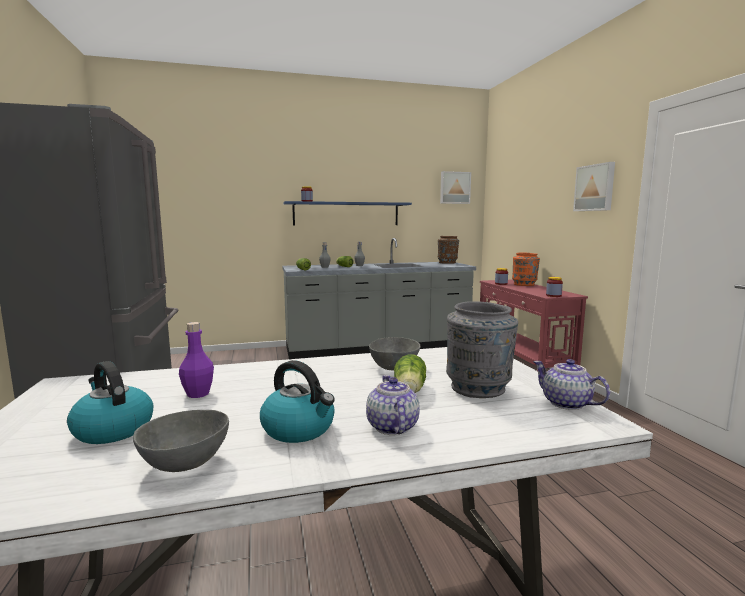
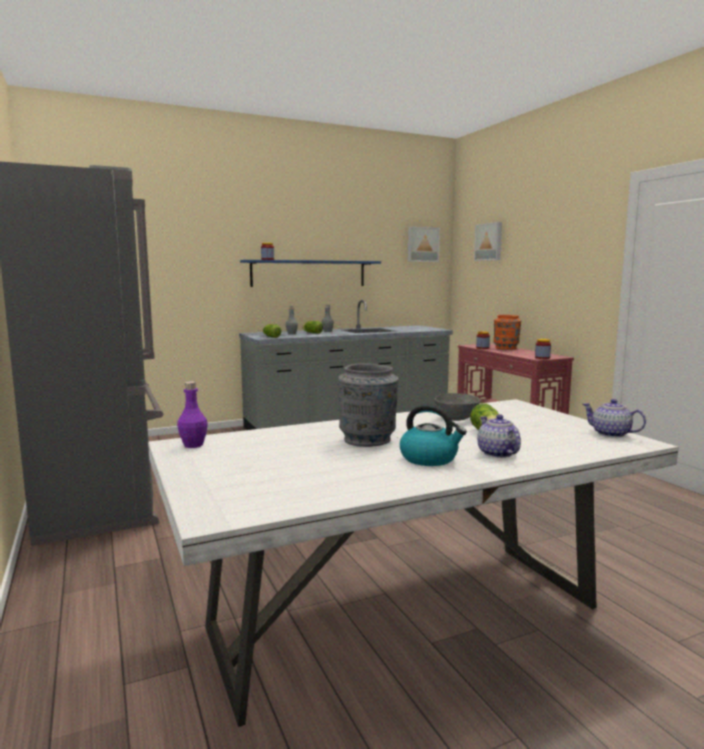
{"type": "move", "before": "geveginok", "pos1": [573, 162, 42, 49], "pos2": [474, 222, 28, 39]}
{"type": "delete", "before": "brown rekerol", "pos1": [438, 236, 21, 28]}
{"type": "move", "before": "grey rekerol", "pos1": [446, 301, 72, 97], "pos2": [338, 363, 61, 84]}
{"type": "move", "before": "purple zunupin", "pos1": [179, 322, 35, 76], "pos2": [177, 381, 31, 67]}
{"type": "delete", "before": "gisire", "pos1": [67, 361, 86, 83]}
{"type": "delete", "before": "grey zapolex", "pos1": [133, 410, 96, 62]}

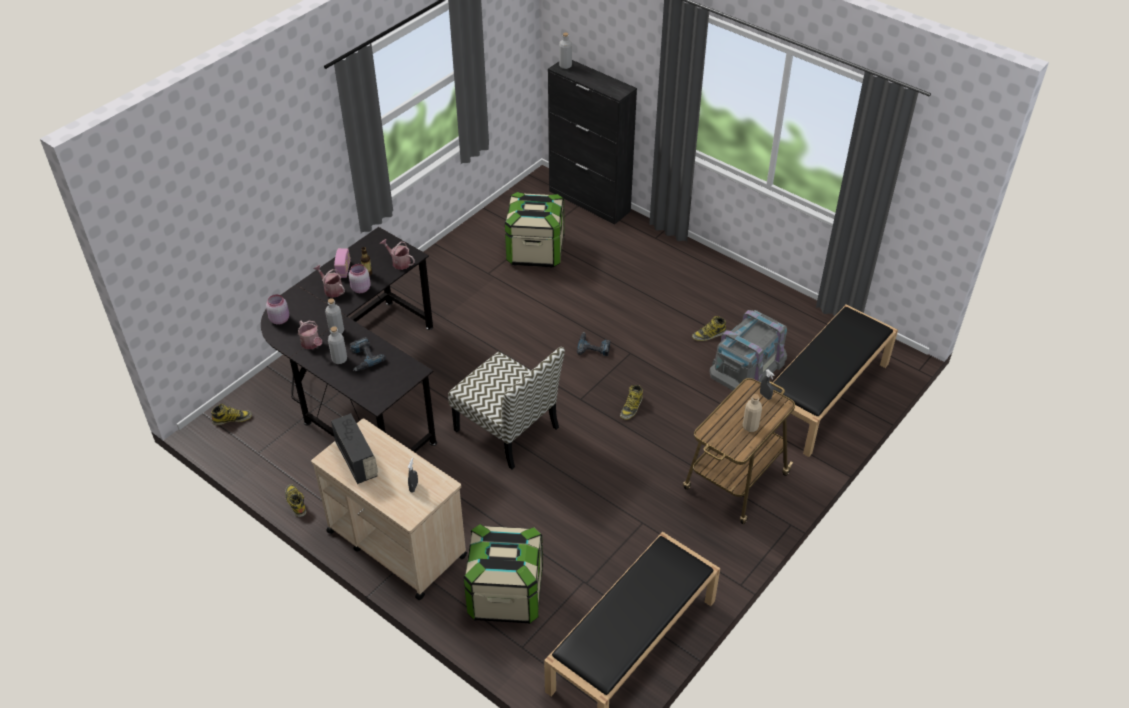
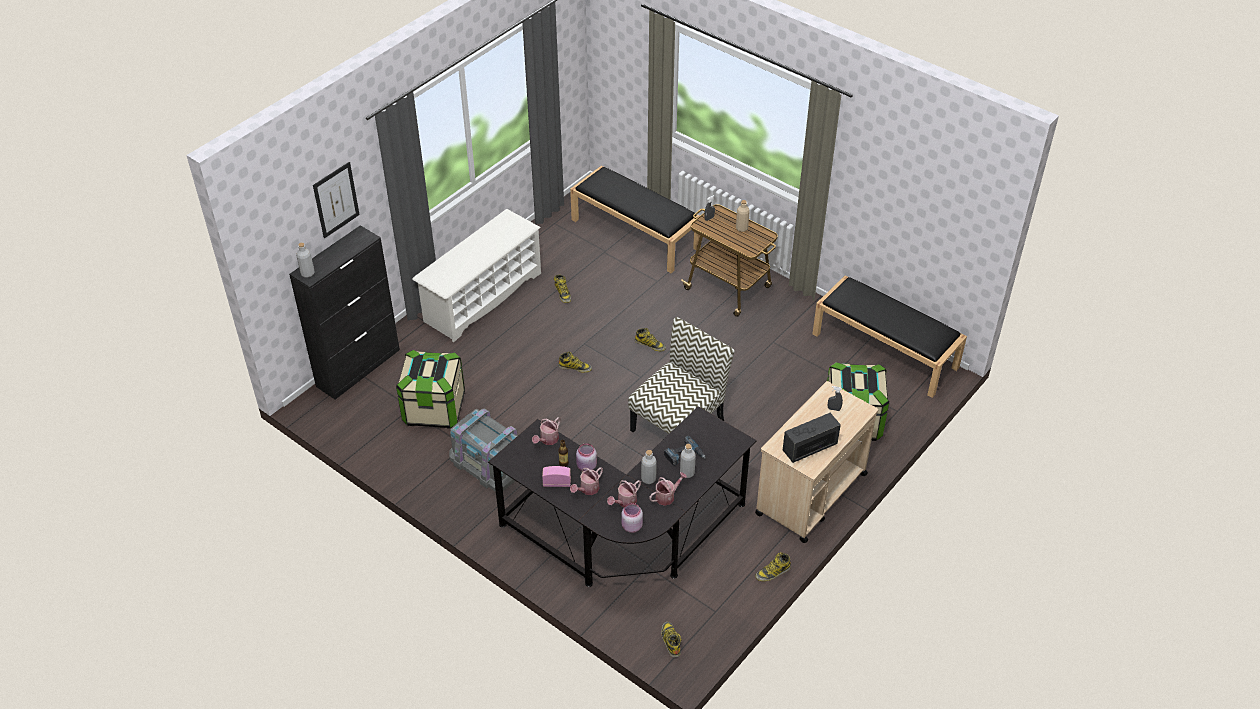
{"type": "move", "before": "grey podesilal", "pos1": [709, 310, 78, 86], "pos2": [449, 408, 68, 83]}
{"type": "replace", "before": "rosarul", "after": "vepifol", "pos1": [577, 332, 33, 24], "pos2": [558, 352, 34, 20]}
{"type": "insert", "after": "geveginok", "pos2": [313, 162, 47, 76]}
{"type": "insert", "after": "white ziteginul", "pos2": [412, 209, 129, 133]}
{"type": "insert", "after": "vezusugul", "pos2": [607, 480, 34, 27]}

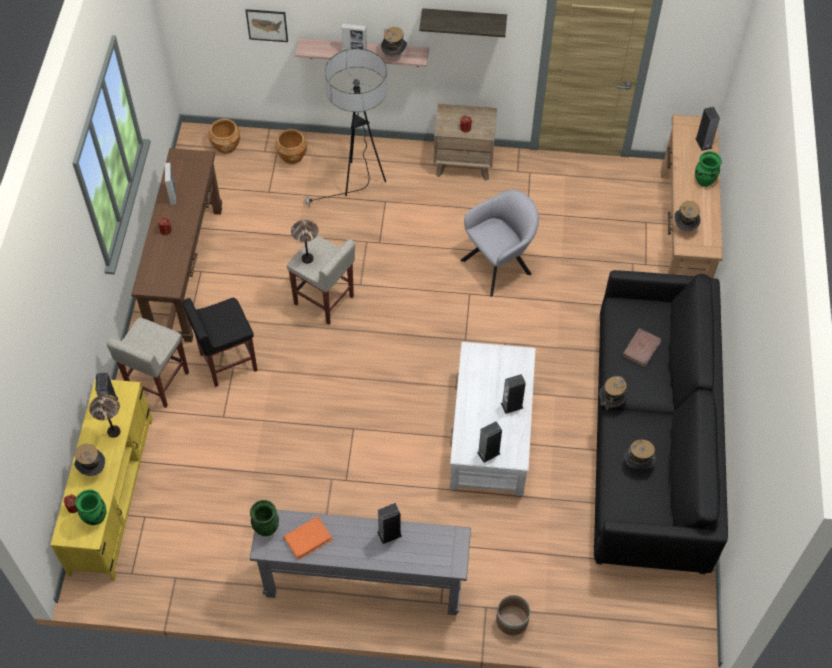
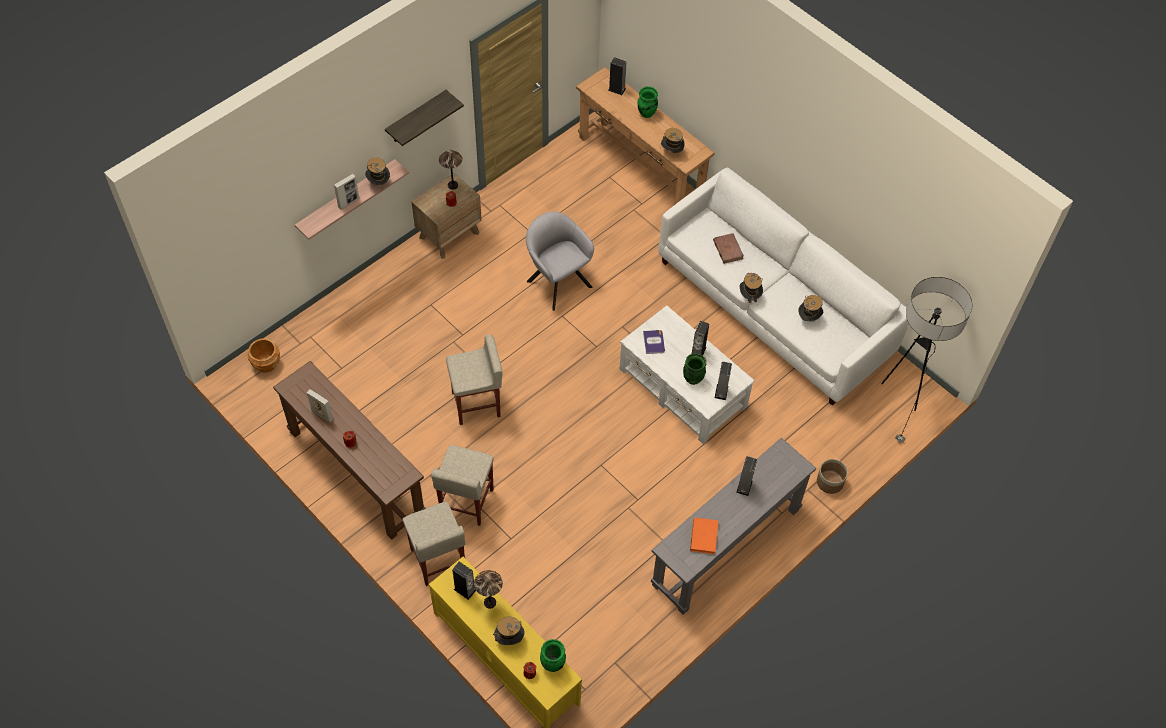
{"type": "delete", "before": "geveginok", "pos1": [246, 9, 42, 33]}
{"type": "move", "before": "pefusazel", "pos1": [303, 49, 84, 158], "pos2": [881, 277, 91, 165]}
{"type": "delete", "before": "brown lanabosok", "pos1": [275, 129, 32, 35]}
{"type": "rotate", "before": "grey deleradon", "pos1": [461, 190, 78, 107], "pos2": [526, 212, 68, 99], "turn": -45}
{"type": "move", "before": "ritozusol", "pos1": [291, 220, 27, 44], "pos2": [439, 150, 23, 40]}
{"type": "recolor", "before": "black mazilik", "after": "white mazilik", "pos1": [594, 270, 134, 304], "pos2": [658, 168, 251, 238]}
{"type": "recolor", "before": "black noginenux", "after": "beige noginenux", "pos1": [183, 298, 75, 89], "pos2": [431, 445, 63, 81]}
{"type": "move", "before": "green rekerol", "pos1": [250, 500, 29, 36], "pos2": [683, 353, 23, 32]}
{"type": "insert", "after": "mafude", "pos2": [643, 330, 22, 24]}

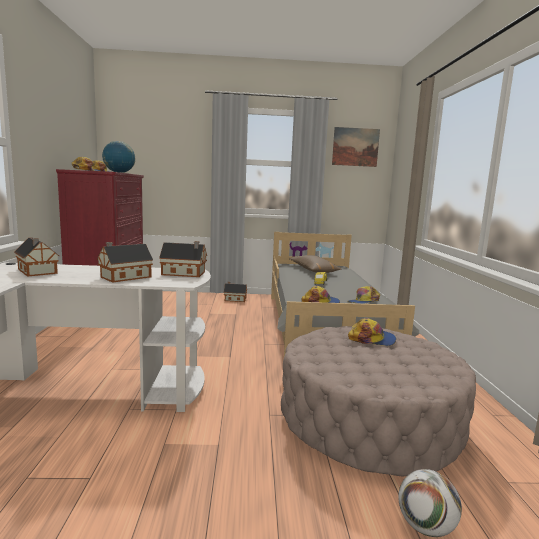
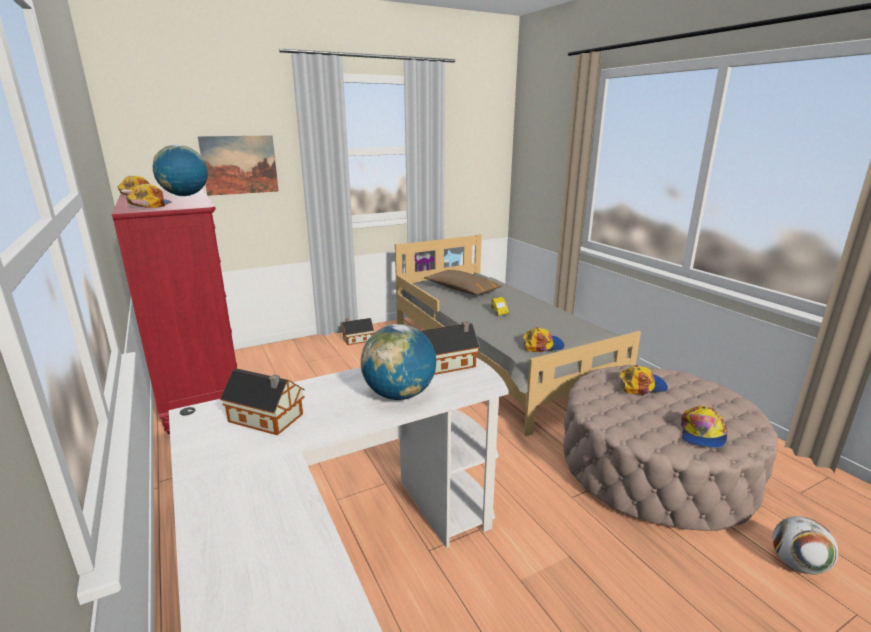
{"type": "move", "before": "geveginok", "pos1": [332, 127, 48, 40], "pos2": [198, 135, 81, 61]}
{"type": "replace", "before": "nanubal", "after": "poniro", "pos1": [97, 242, 56, 41], "pos2": [361, 324, 75, 76]}
{"type": "move", "before": "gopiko", "pos1": [347, 286, 33, 18], "pos2": [681, 406, 47, 42]}

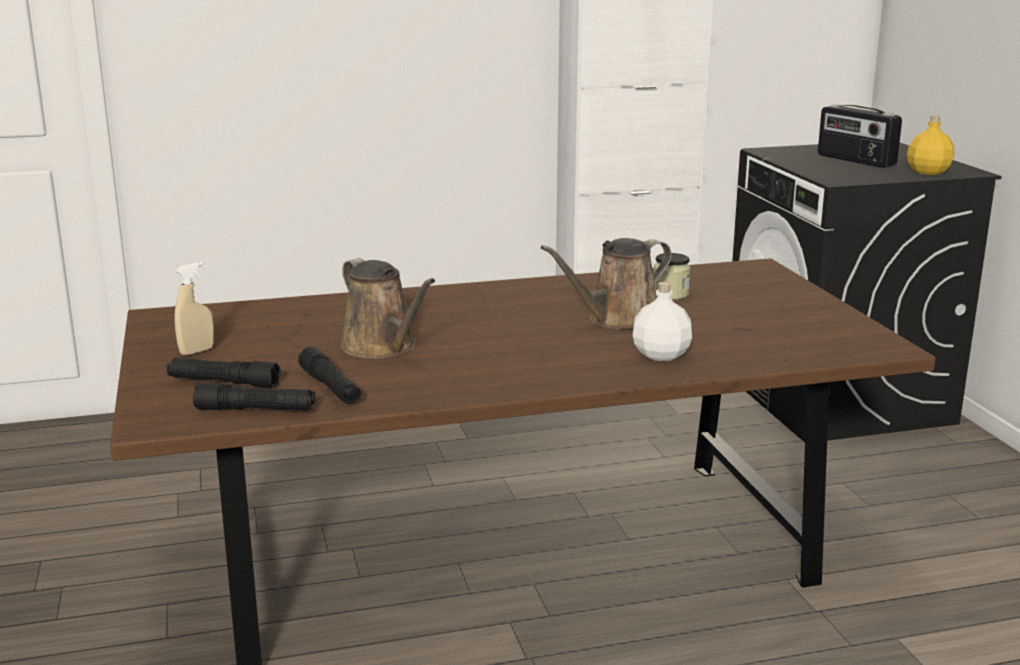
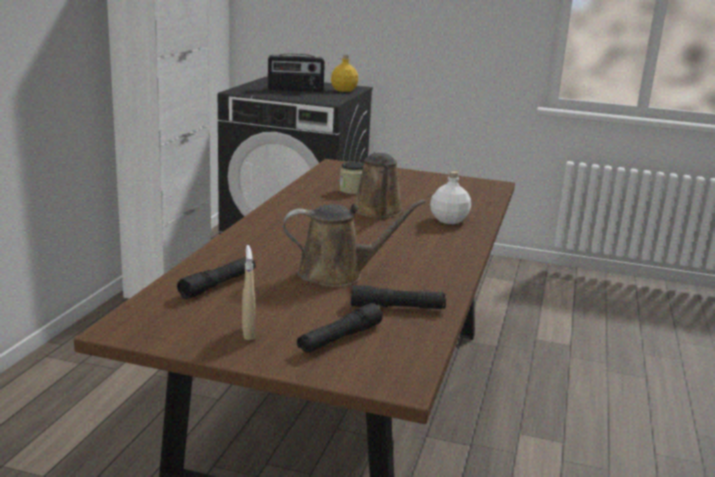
{"type": "move", "before": "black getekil", "pos1": [193, 383, 123, 28], "pos2": [177, 257, 79, 42]}

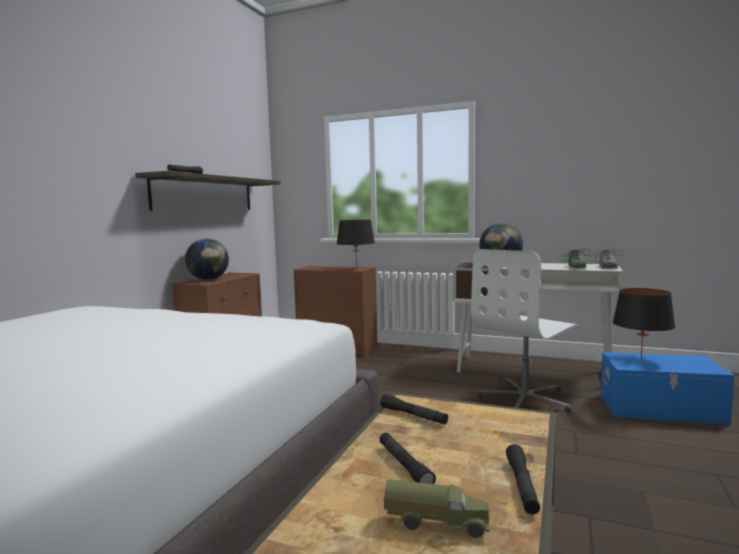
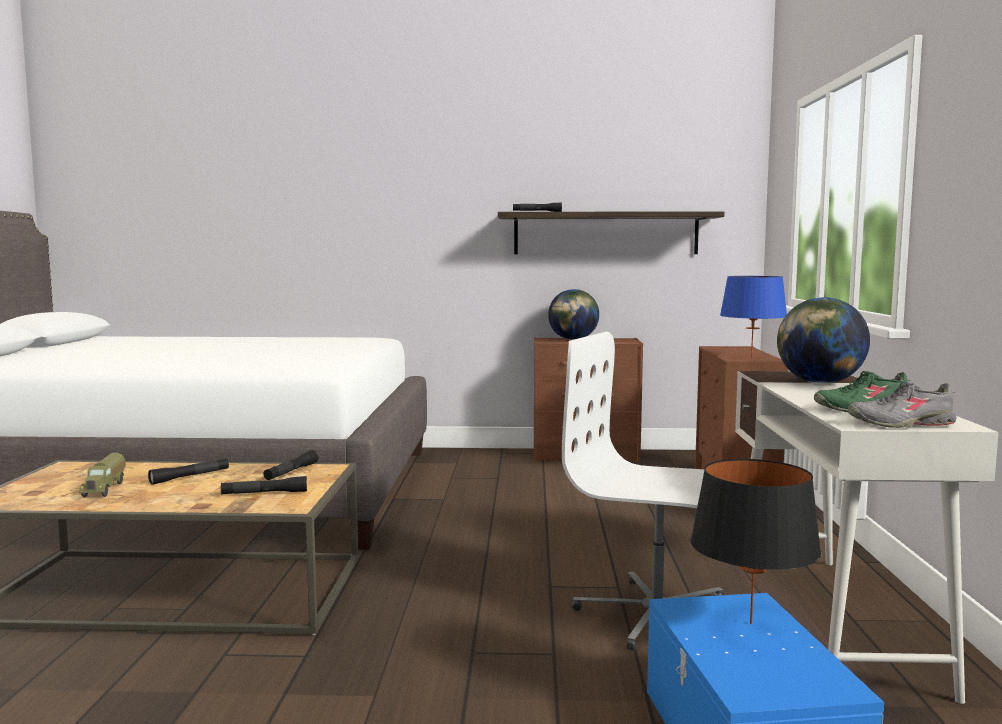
{"type": "recolor", "before": "black ritozusol", "after": "blue ritozusol", "pos1": [337, 220, 38, 49], "pos2": [720, 276, 67, 82]}
{"type": "move", "before": "black getekil", "pos1": [506, 444, 34, 71], "pos2": [221, 476, 86, 18]}

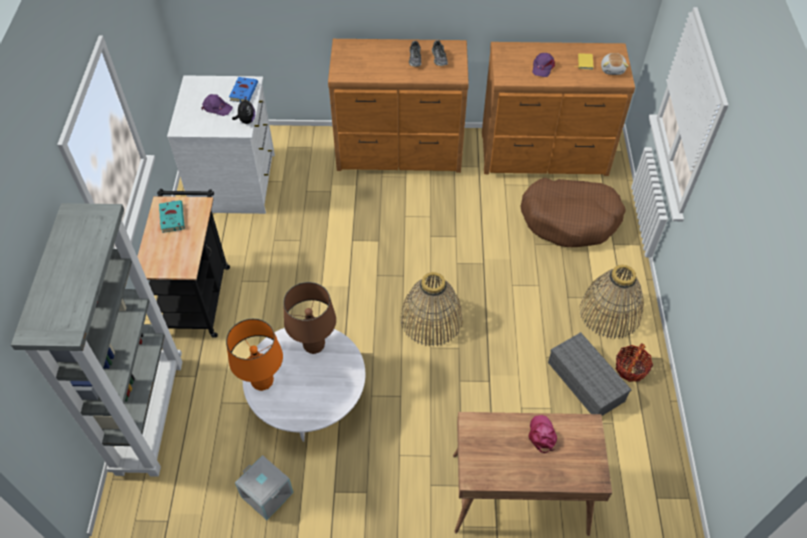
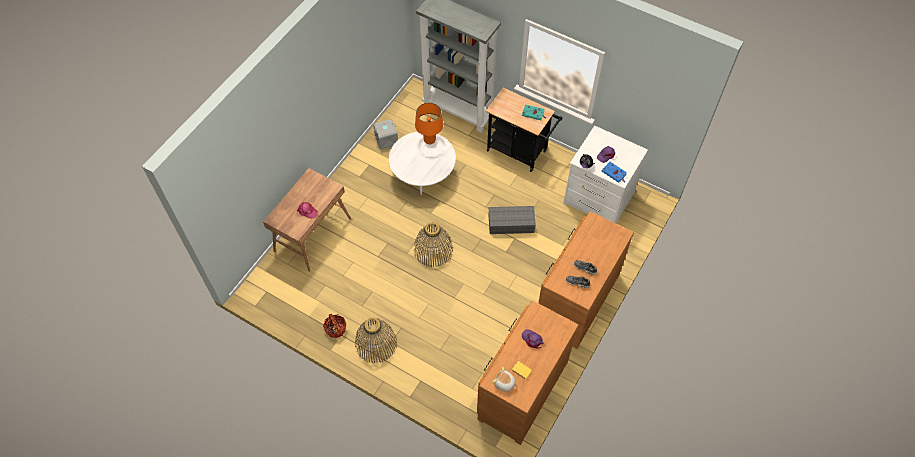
{"type": "delete", "before": "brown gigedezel", "pos1": [520, 178, 106, 69]}
{"type": "delete", "before": "brown ritozusol", "pos1": [283, 282, 53, 72]}
{"type": "move", "before": "grey podesilal", "pos1": [548, 332, 84, 84], "pos2": [489, 206, 47, 28]}

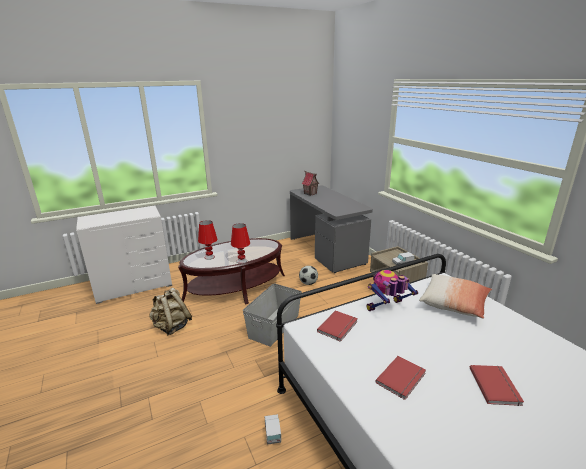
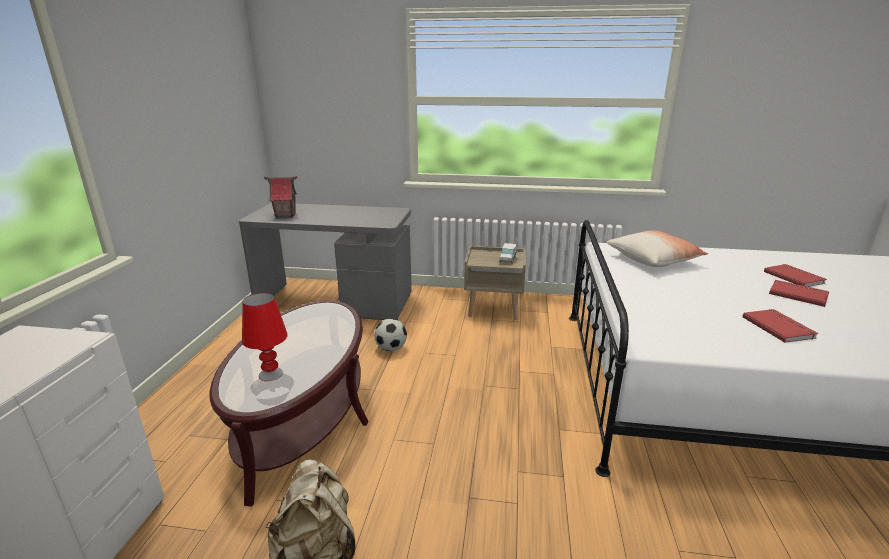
{"type": "delete", "before": "red ritozusol", "pos1": [231, 223, 19, 41]}
{"type": "delete", "before": "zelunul", "pos1": [367, 270, 51, 41]}
{"type": "delete", "before": "grey podesilal", "pos1": [243, 283, 59, 64]}
{"type": "move", "before": "red mafude", "pos1": [317, 310, 41, 32], "pos2": [764, 264, 63, 23]}
{"type": "delete", "before": "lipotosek", "pos1": [265, 414, 16, 31]}

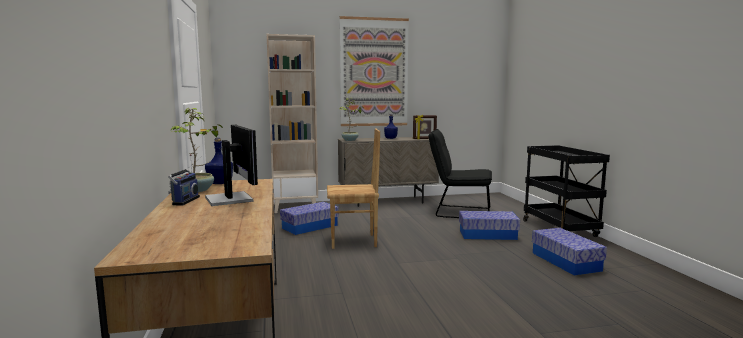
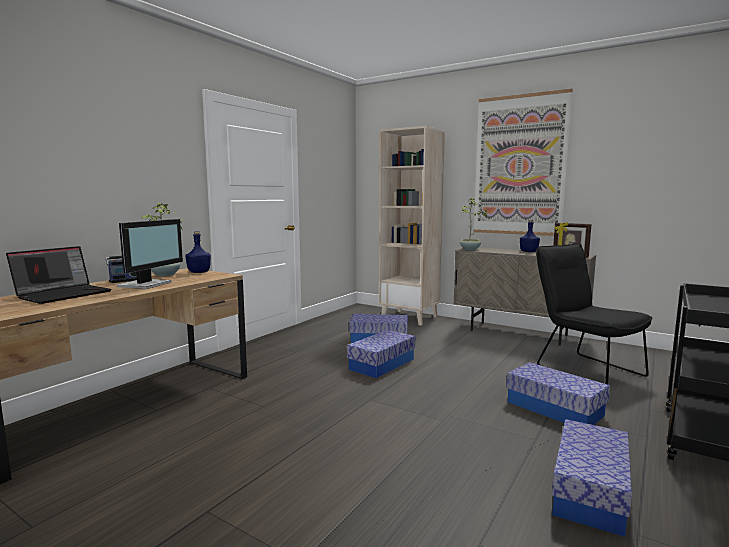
{"type": "replace", "before": "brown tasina", "after": "podesilal", "pos1": [327, 129, 53, 120], "pos2": [347, 330, 69, 48]}
{"type": "insert", "after": "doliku", "pos2": [6, 246, 106, 58]}

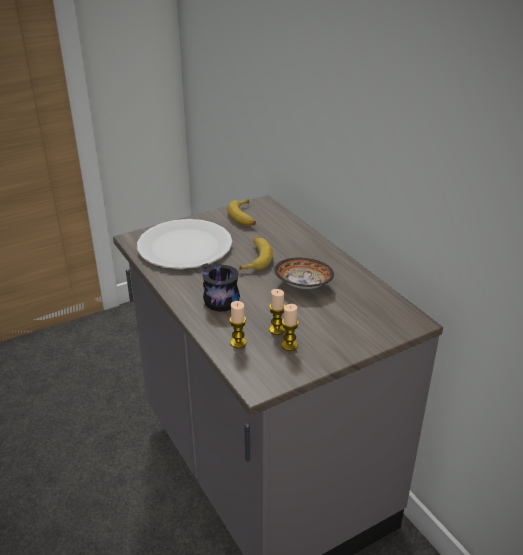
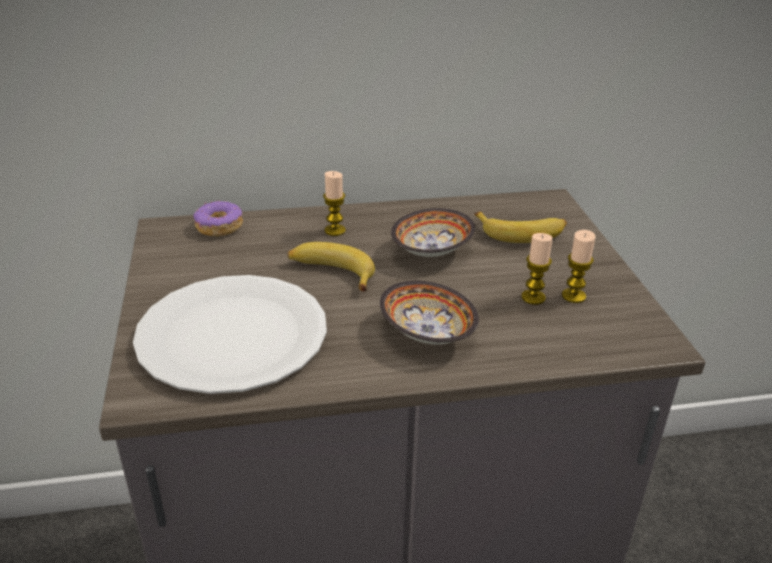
{"type": "move", "before": "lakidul", "pos1": [227, 199, 29, 27], "pos2": [475, 212, 92, 31]}
{"type": "replace", "before": "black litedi", "after": "zapolex", "pos1": [202, 263, 38, 49], "pos2": [380, 281, 99, 63]}
{"type": "move", "before": "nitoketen", "pos1": [229, 301, 17, 47], "pos2": [323, 171, 23, 65]}
{"type": "insert", "after": "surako", "pos2": [193, 200, 50, 37]}

